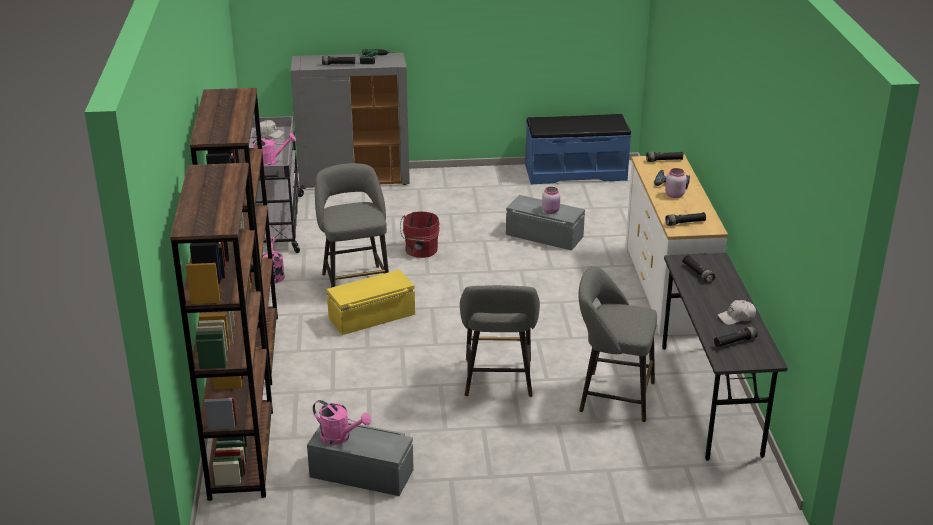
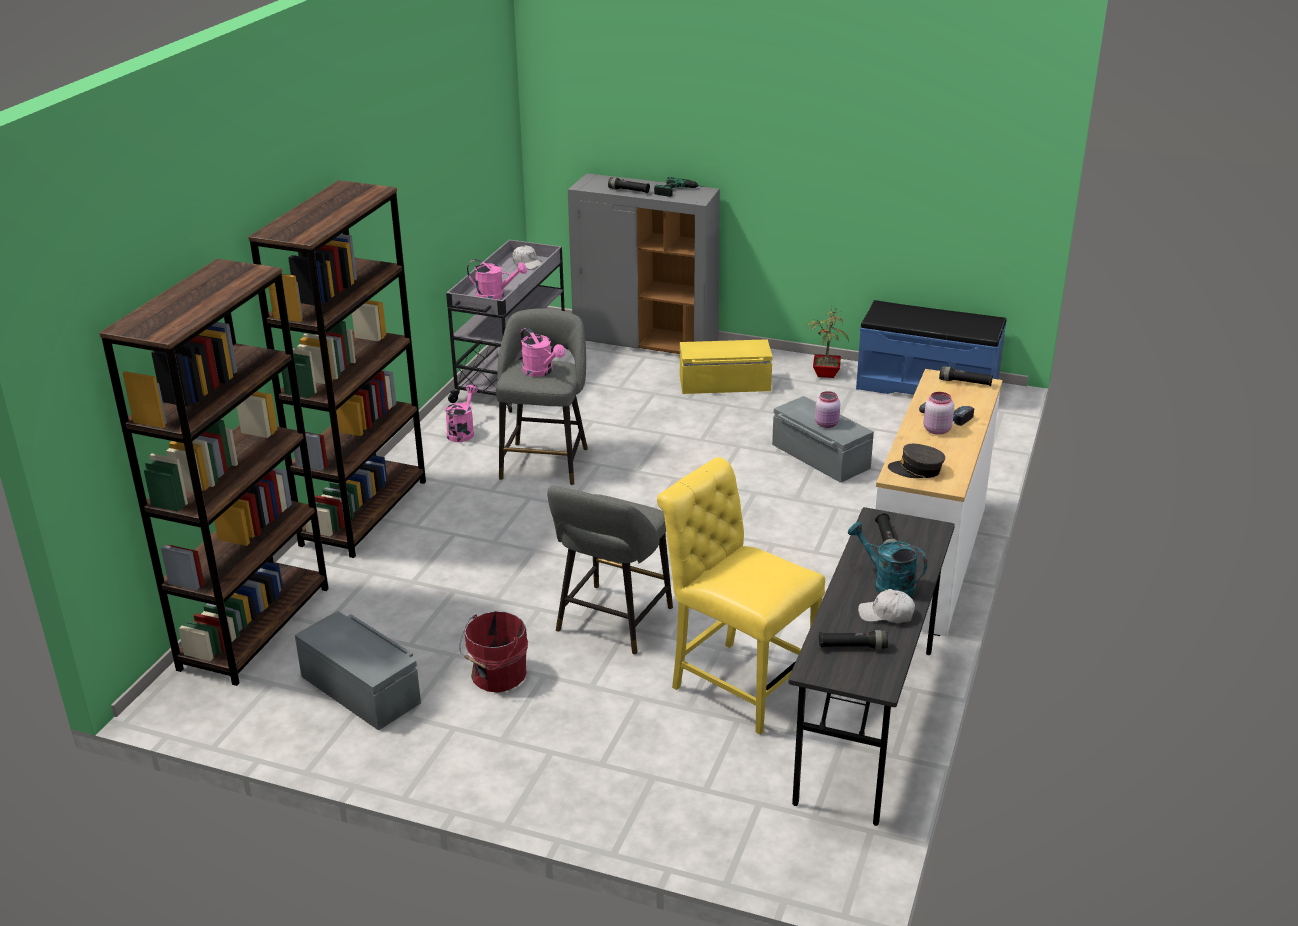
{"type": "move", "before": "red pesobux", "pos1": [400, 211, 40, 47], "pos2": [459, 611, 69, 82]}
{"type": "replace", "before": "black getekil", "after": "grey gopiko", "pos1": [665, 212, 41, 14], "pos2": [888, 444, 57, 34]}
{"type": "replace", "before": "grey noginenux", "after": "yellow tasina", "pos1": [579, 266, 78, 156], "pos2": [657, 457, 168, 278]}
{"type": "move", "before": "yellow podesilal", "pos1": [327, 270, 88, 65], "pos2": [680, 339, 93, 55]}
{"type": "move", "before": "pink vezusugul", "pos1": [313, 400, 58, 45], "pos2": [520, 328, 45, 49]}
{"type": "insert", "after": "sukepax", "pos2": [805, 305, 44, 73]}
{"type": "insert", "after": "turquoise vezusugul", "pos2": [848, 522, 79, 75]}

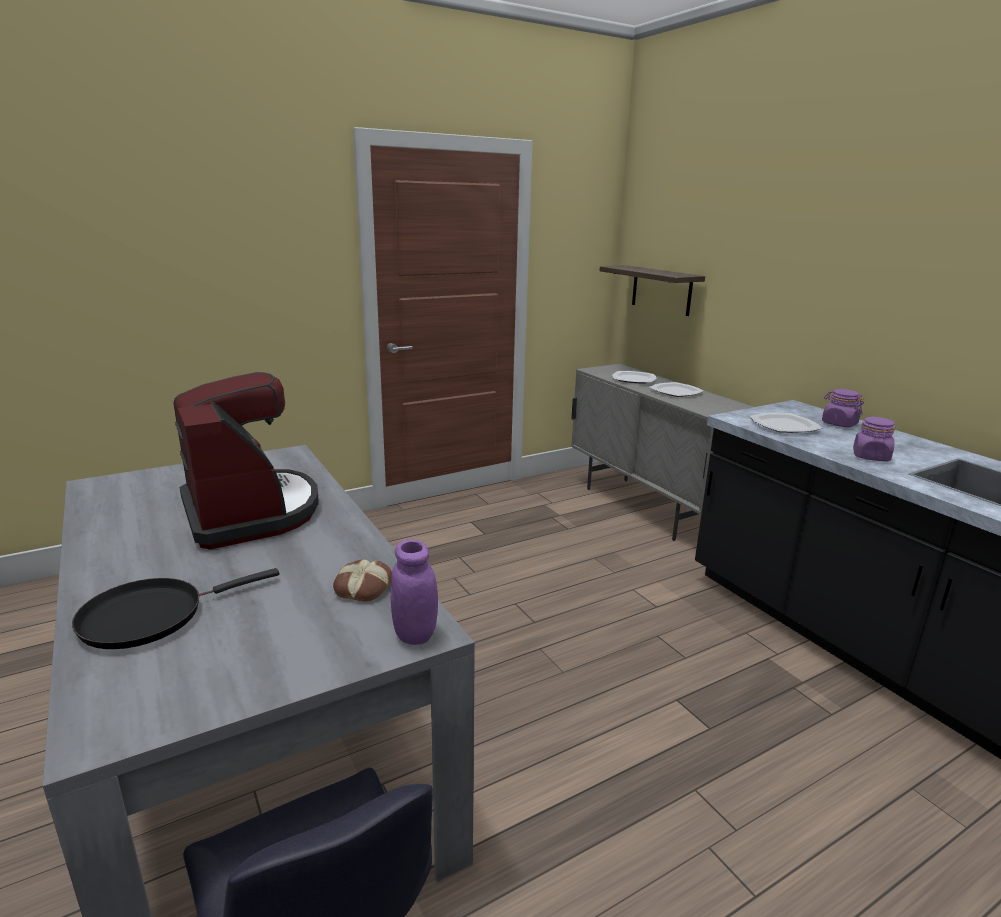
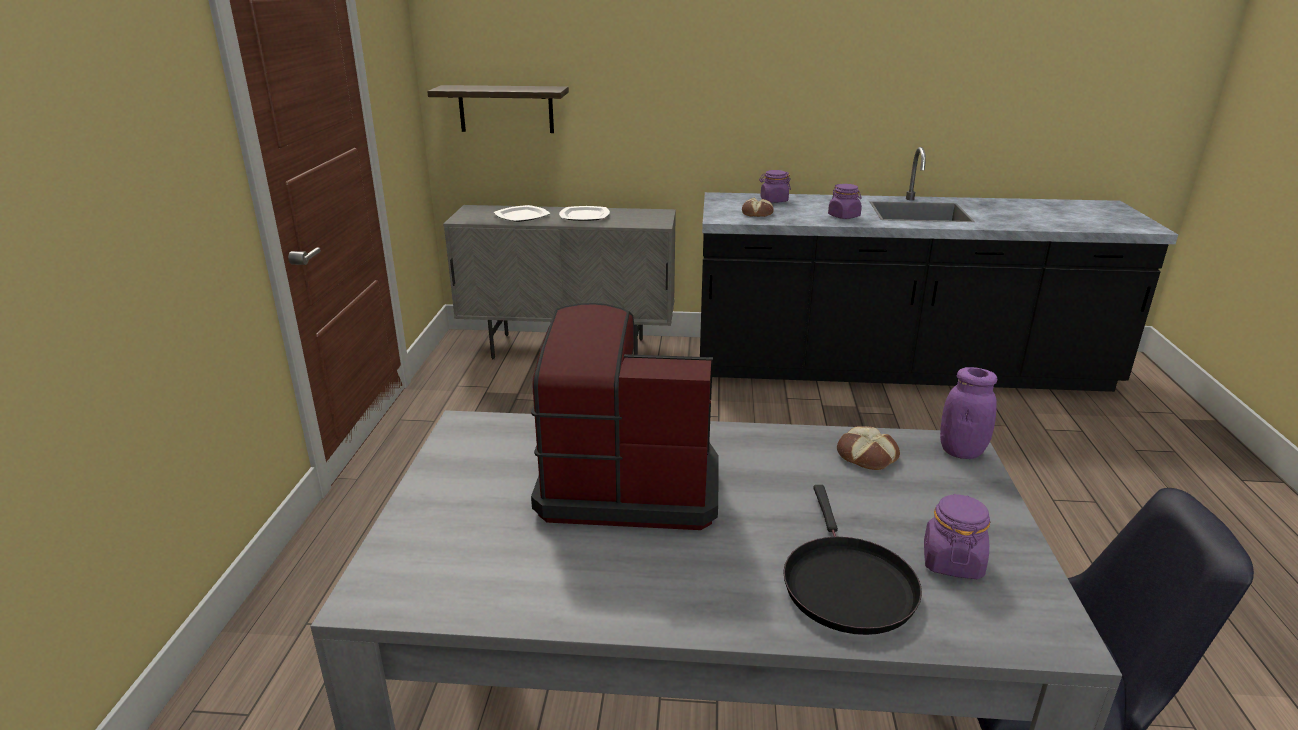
{"type": "replace", "before": "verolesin", "after": "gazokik", "pos1": [749, 413, 74, 20], "pos2": [742, 198, 32, 19]}
{"type": "insert", "after": "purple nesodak", "pos2": [924, 494, 66, 85]}

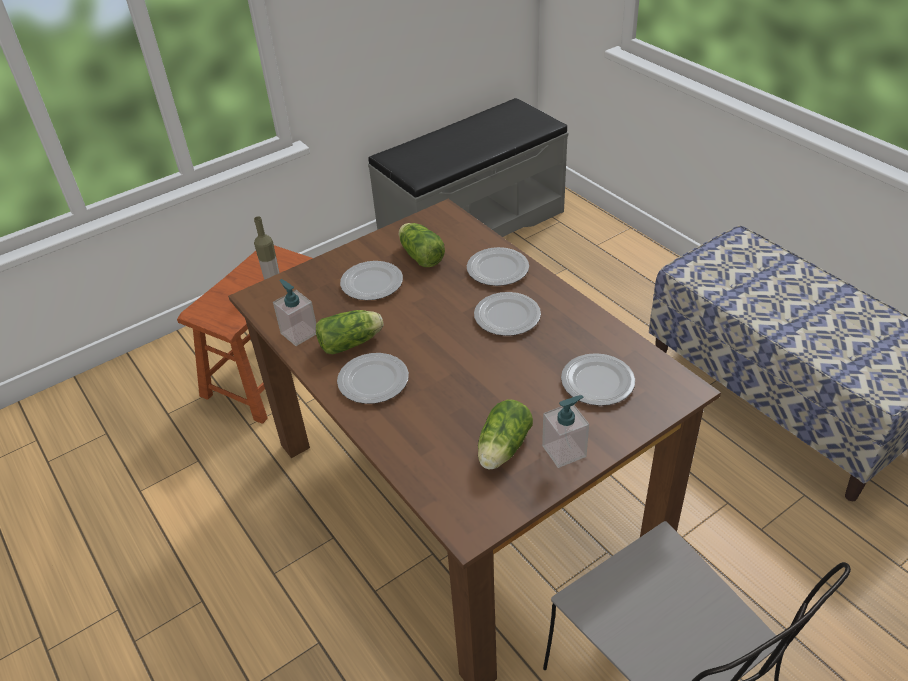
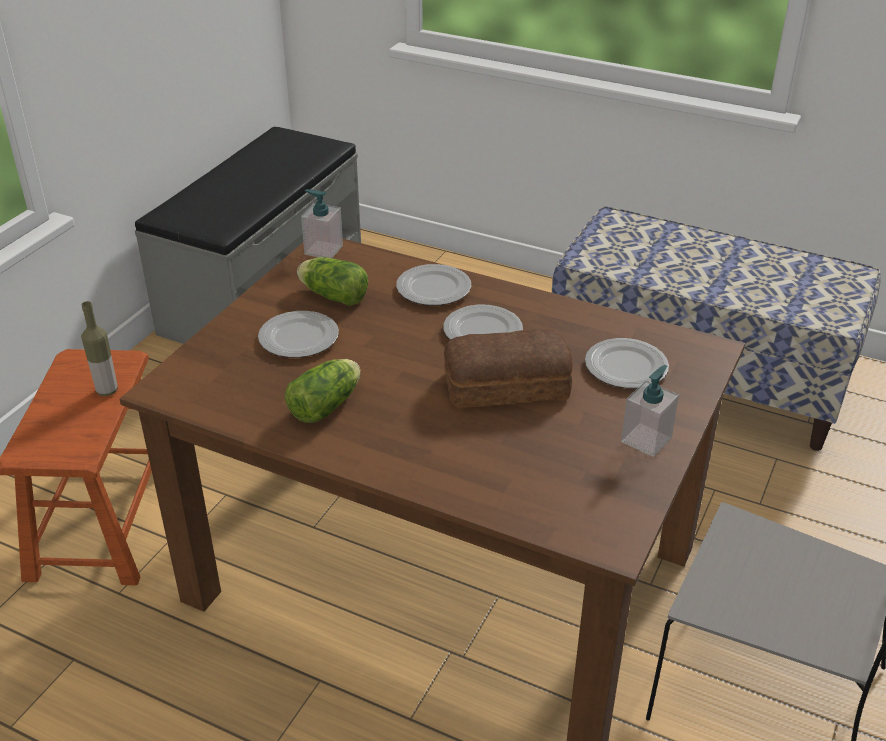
{"type": "move", "before": "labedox", "pos1": [273, 279, 43, 67], "pos2": [301, 189, 42, 69]}
{"type": "delete", "before": "verolesin", "pos1": [337, 353, 72, 51]}
{"type": "delete", "before": "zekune", "pos1": [478, 399, 55, 70]}
{"type": "insert", "after": "gazokik", "pos2": [444, 329, 129, 79]}

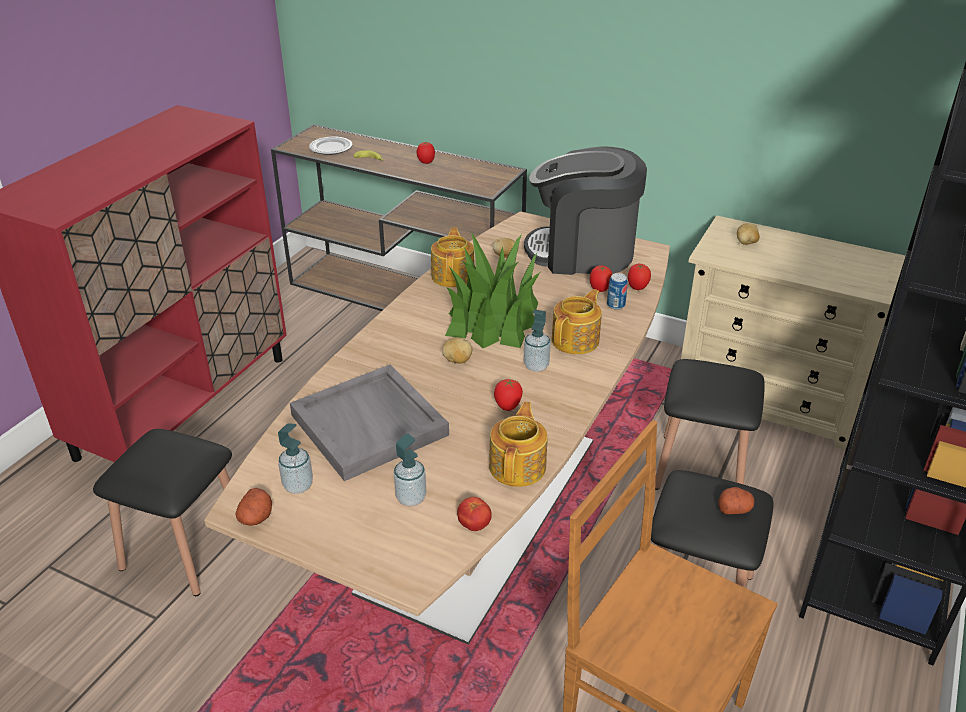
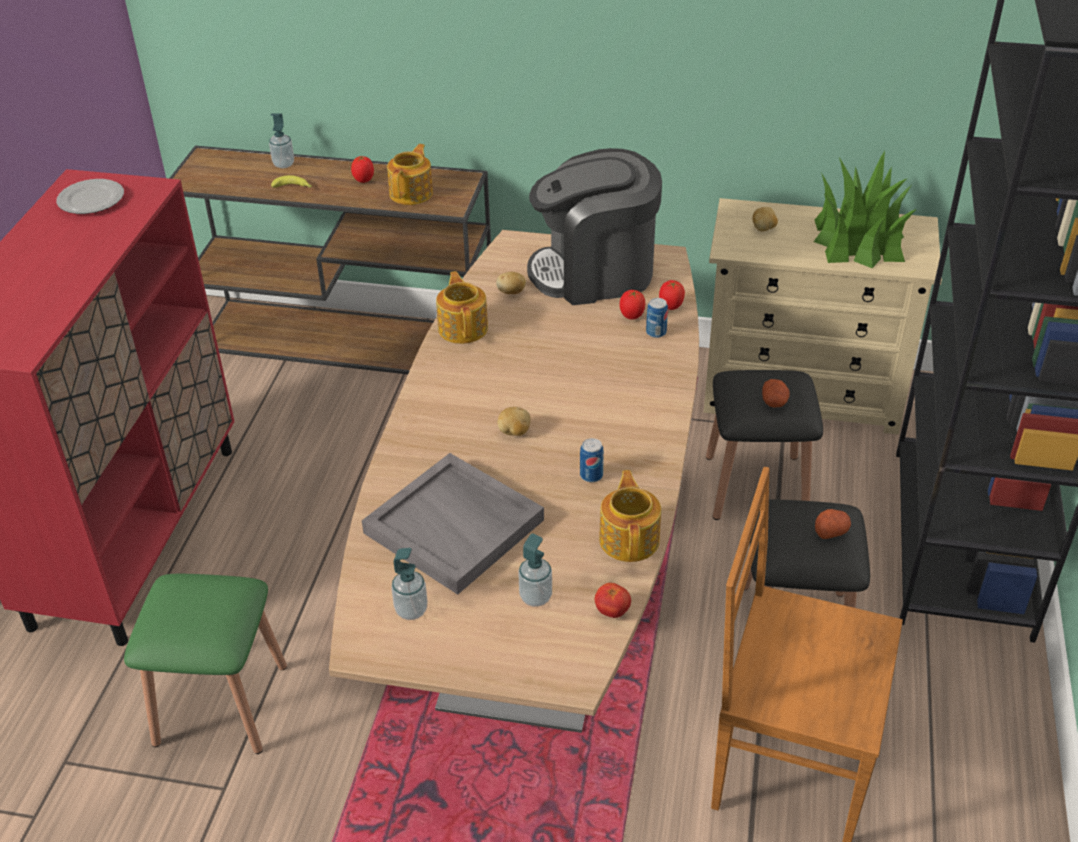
{"type": "move", "before": "verolesin", "pos1": [309, 137, 44, 18], "pos2": [56, 179, 68, 35]}
{"type": "move", "before": "sukepax", "pos1": [445, 232, 95, 116], "pos2": [814, 151, 103, 117]}
{"type": "move", "before": "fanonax", "pos1": [552, 289, 50, 65], "pos2": [387, 144, 46, 61]}
{"type": "move", "before": "labedox", "pos1": [523, 310, 28, 62], "pos2": [269, 113, 25, 55]}
{"type": "replace", "before": "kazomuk", "after": "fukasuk", "pos1": [494, 379, 29, 32], "pos2": [580, 438, 24, 44]}
{"type": "recolor", "before": "black noginenux", "after": "green noginenux", "pos1": [93, 429, 139, 167], "pos2": [124, 574, 163, 180]}
{"type": "move", "before": "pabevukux", "pos1": [236, 488, 36, 38], "pos2": [762, 379, 28, 28]}

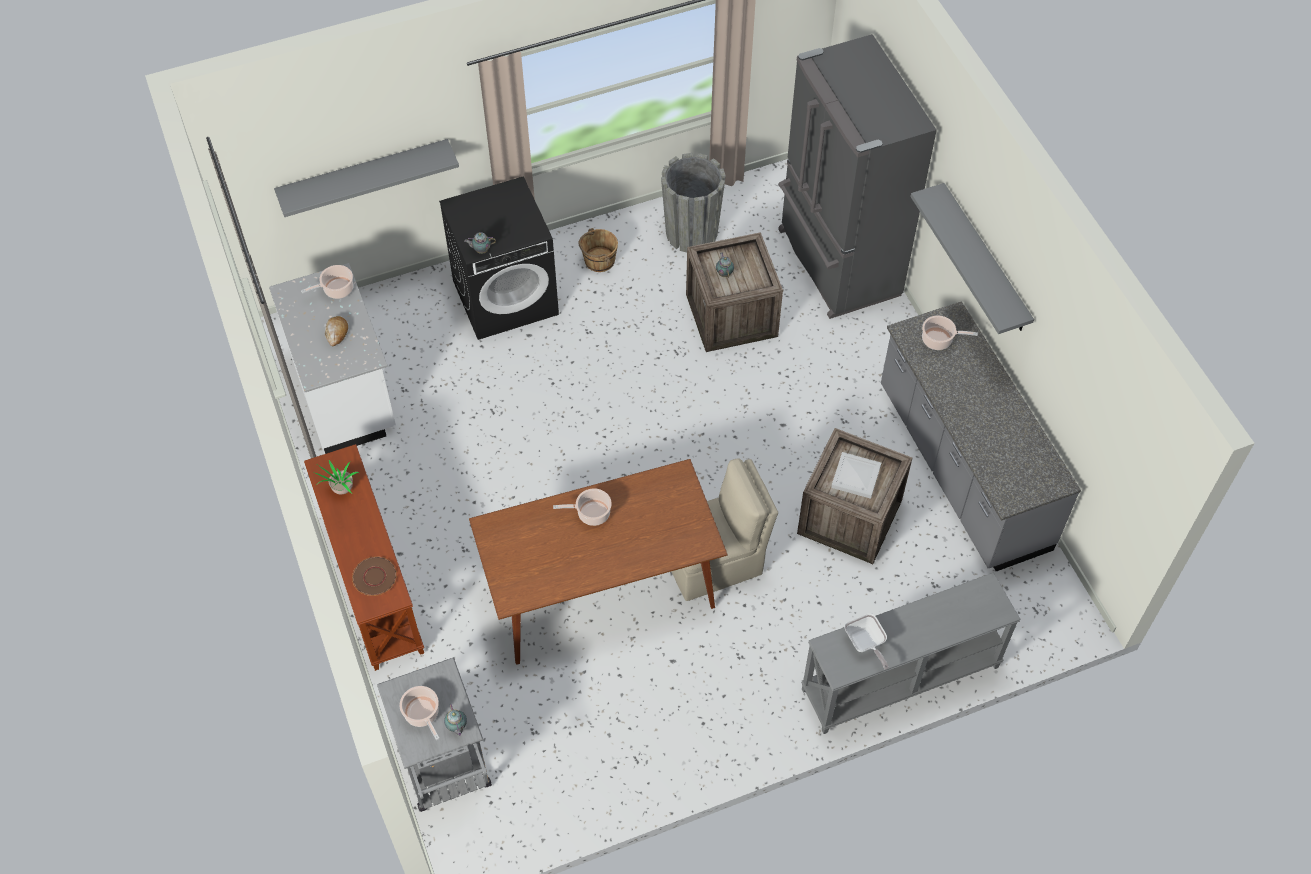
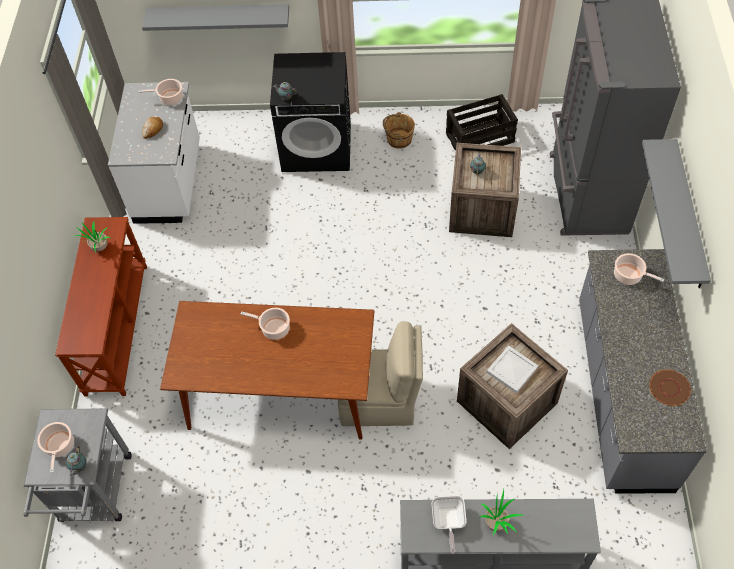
{"type": "replace", "before": "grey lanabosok", "after": "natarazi", "pos1": [661, 153, 65, 99], "pos2": [446, 94, 72, 56]}
{"type": "move", "before": "brown verolesin", "pos1": [352, 556, 45, 40], "pos2": [649, 370, 42, 36]}
{"type": "insert", "after": "sukepax", "pos2": [480, 489, 43, 47]}

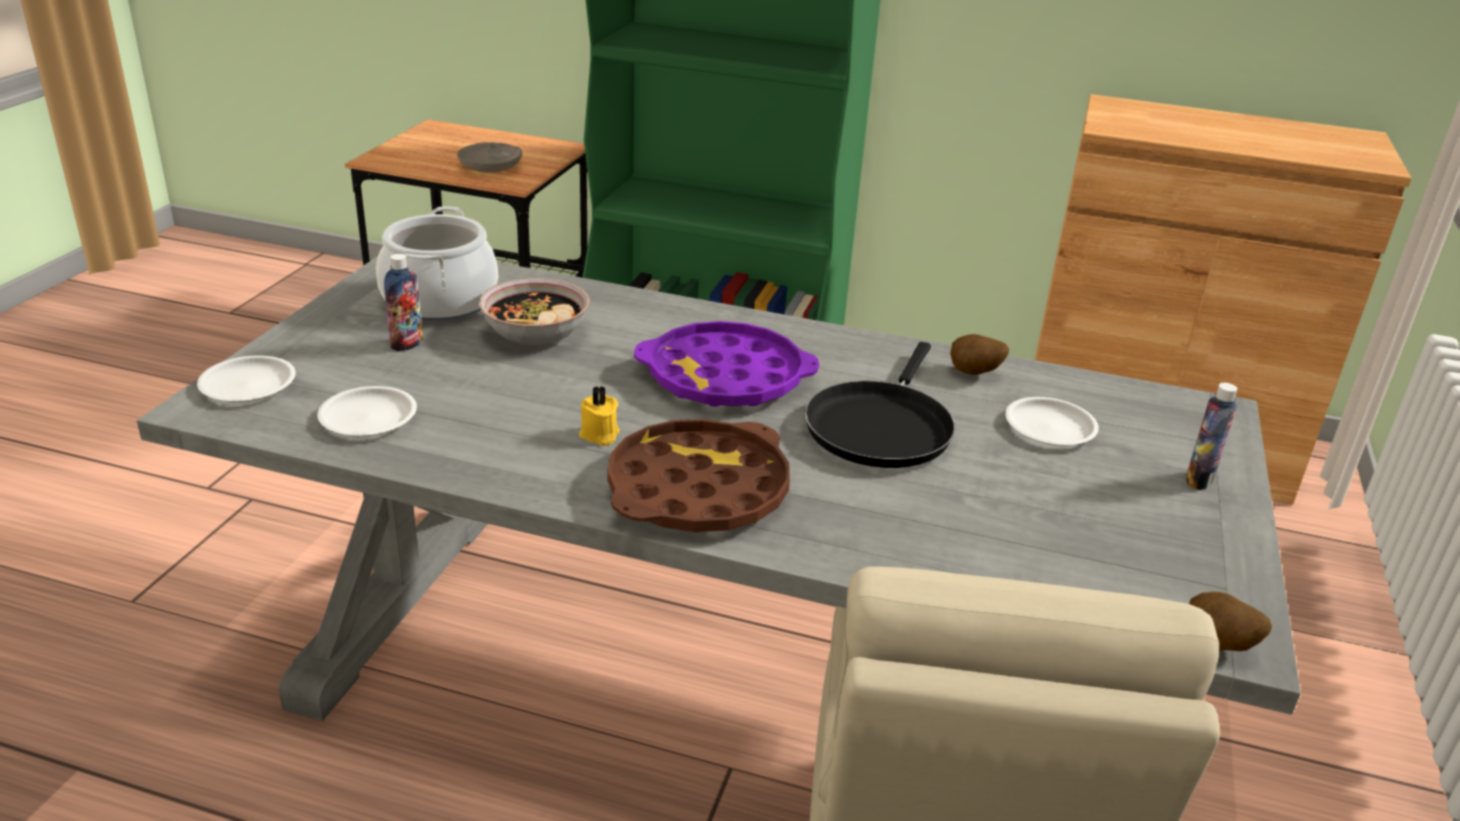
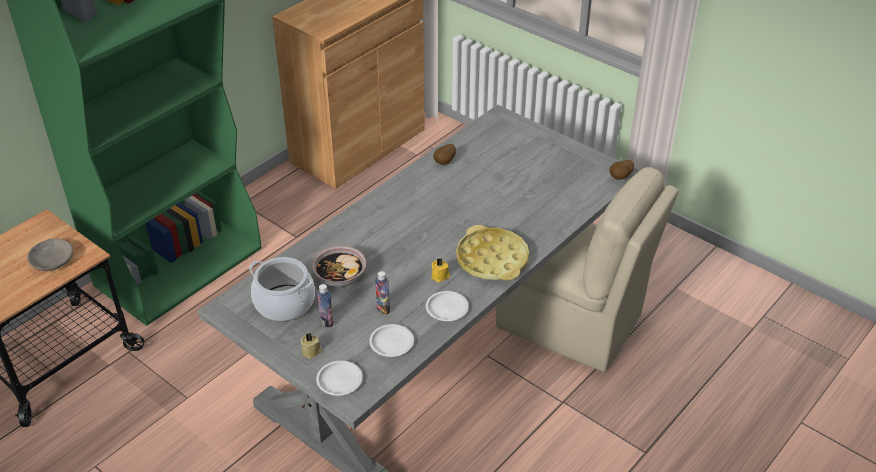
{"type": "delete", "before": "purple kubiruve", "pos1": [634, 321, 185, 86]}
{"type": "delete", "before": "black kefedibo", "pos1": [805, 342, 150, 126]}
{"type": "move", "before": "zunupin", "pos1": [1186, 383, 51, 107], "pos2": [375, 271, 15, 44]}
{"type": "move", "before": "white verolesin", "pos1": [1005, 397, 94, 49], "pos2": [426, 291, 43, 30]}
{"type": "recolor", "before": "brown kubiruve", "after": "yellow kubiruve", "pos1": [607, 419, 183, 113], "pos2": [456, 225, 73, 55]}
{"type": "insert", "after": "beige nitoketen", "pos2": [301, 333, 21, 26]}

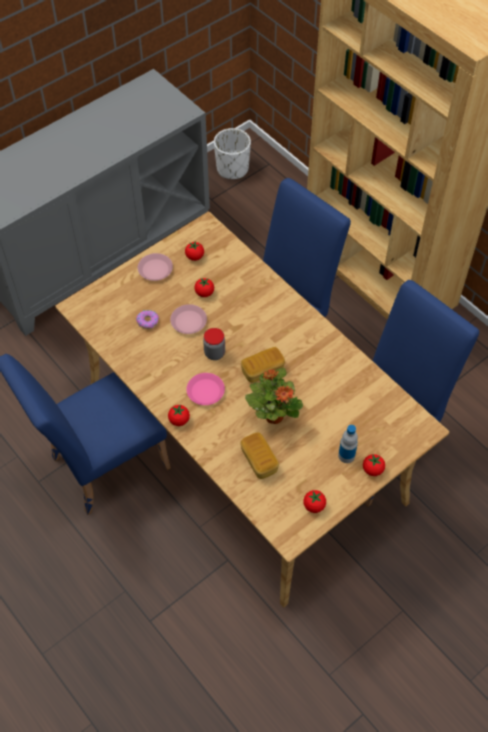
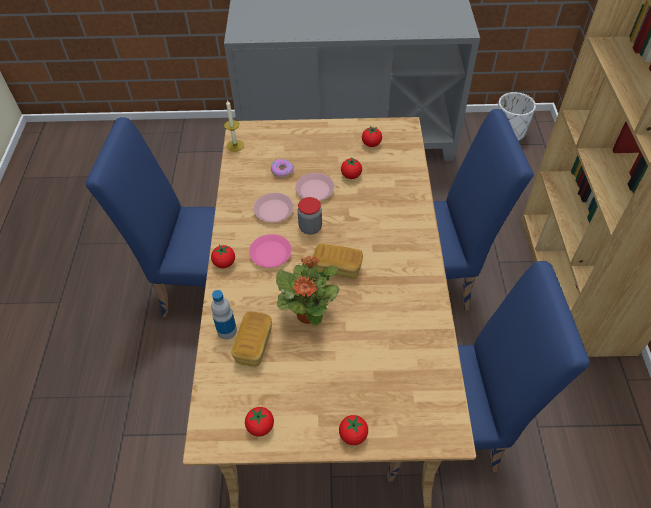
{"type": "move", "before": "pink verolesin", "pos1": [138, 253, 35, 28], "pos2": [253, 193, 41, 30]}
{"type": "move", "before": "zunupin", "pos1": [338, 425, 20, 38], "pos2": [211, 290, 26, 50]}
{"type": "insert", "after": "nitoketen", "pos2": [224, 99, 20, 53]}

